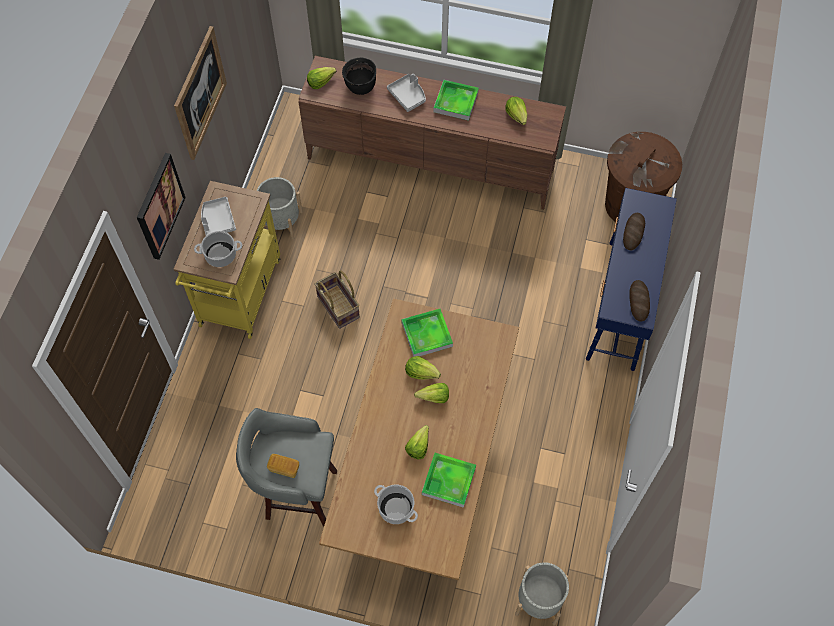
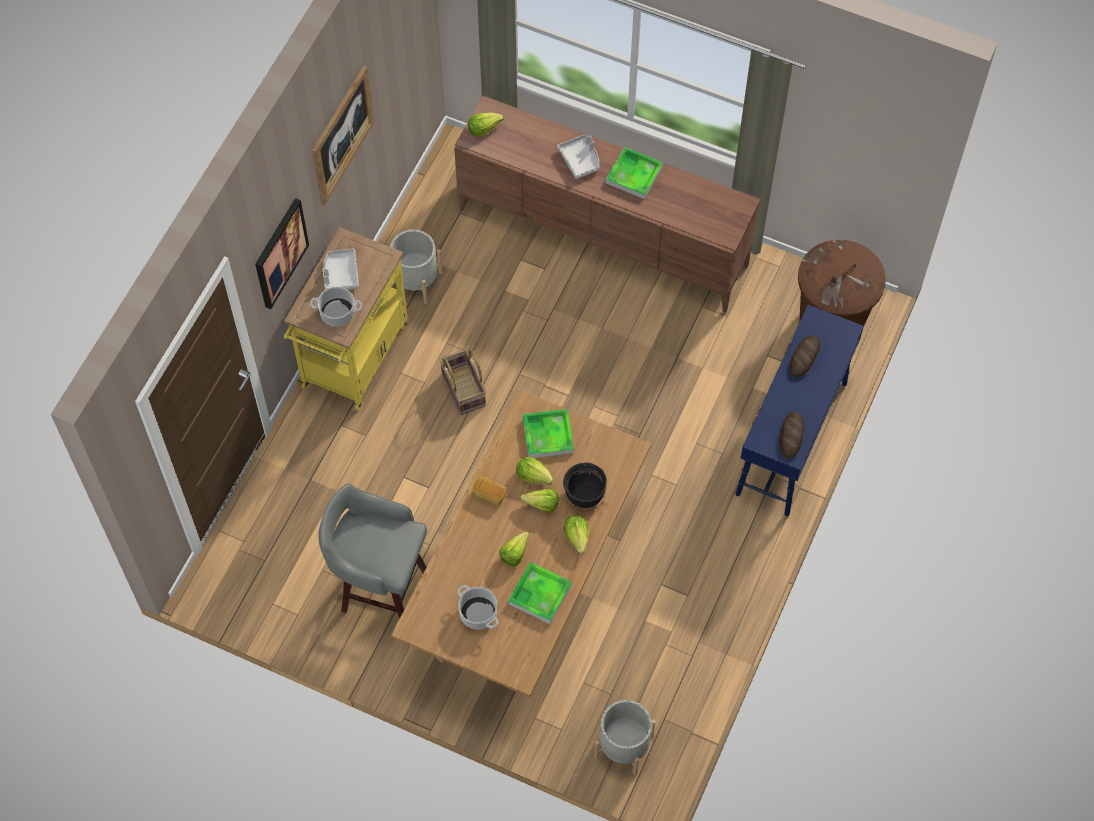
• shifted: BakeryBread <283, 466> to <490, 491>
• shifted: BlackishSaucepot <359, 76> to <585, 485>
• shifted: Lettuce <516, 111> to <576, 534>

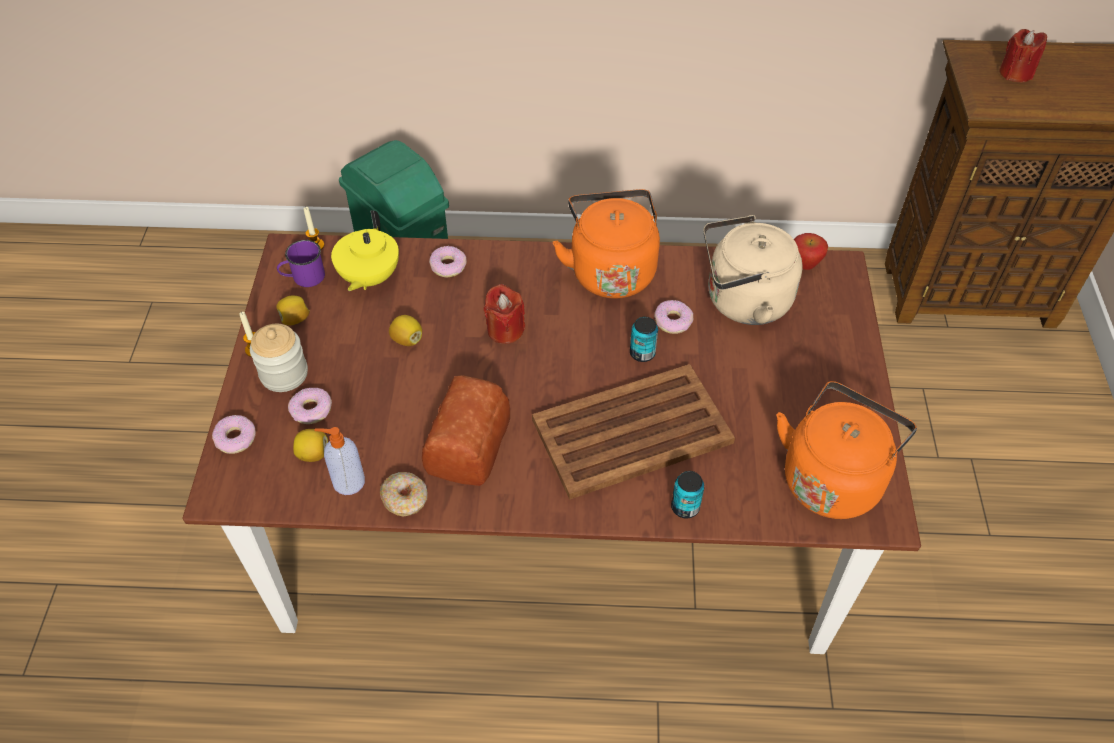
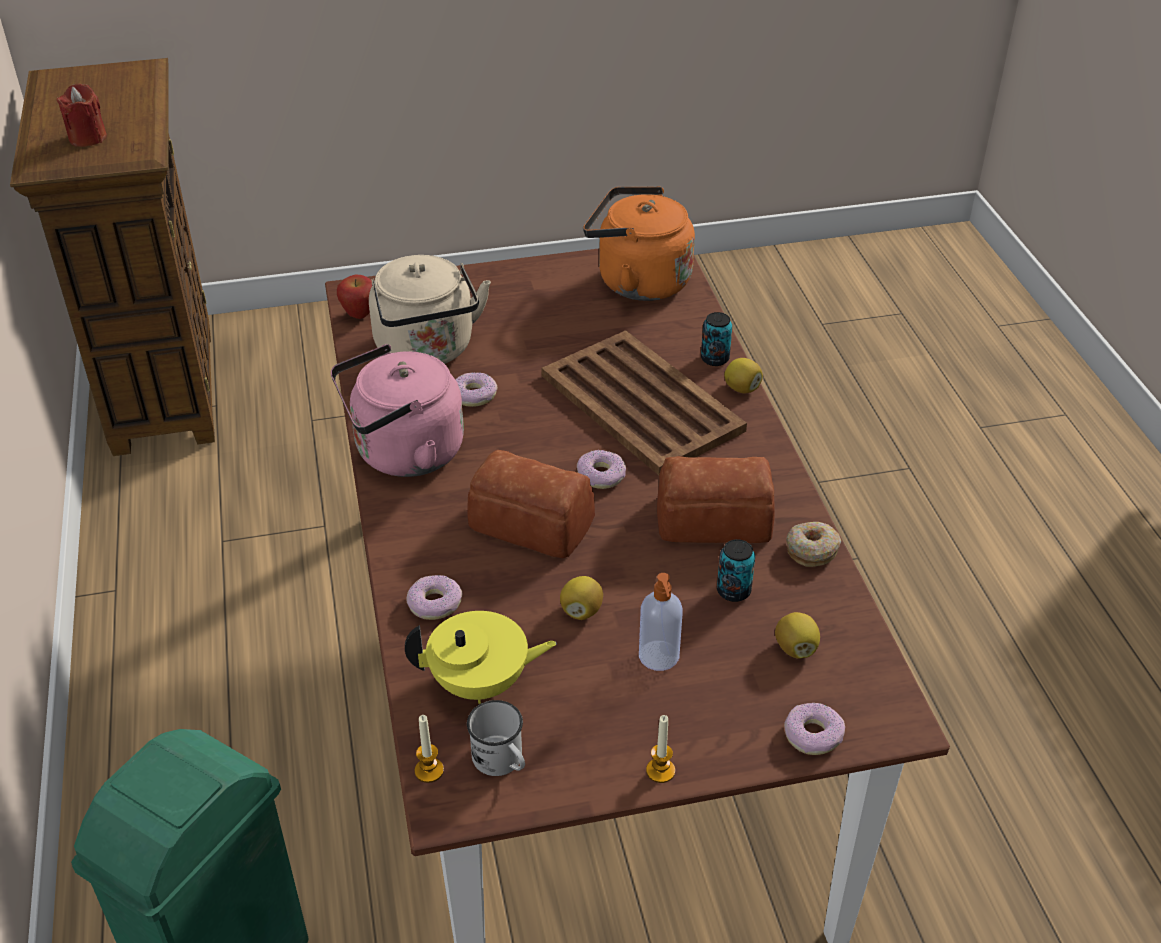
• gone: StorageJar <279, 358>
• shifted: Lemon <293, 310> to <743, 375>
• shifted: Doughnut <310, 406> to <601, 469>
• shifted: LiquidSoapBottle <340, 461> to <660, 622>
• shifted: SealedCan <644, 339> to <736, 570>
• swapped: RedWaxCandle <504, 314> to BakeryBread <531, 504>
• repainted: PurplishCoffeeMug <301, 263> to WhiteColouredCoffeeMug <496, 738>
• repainted: OrangeColouredKettle <606, 244> to PinkishKettle <397, 410>

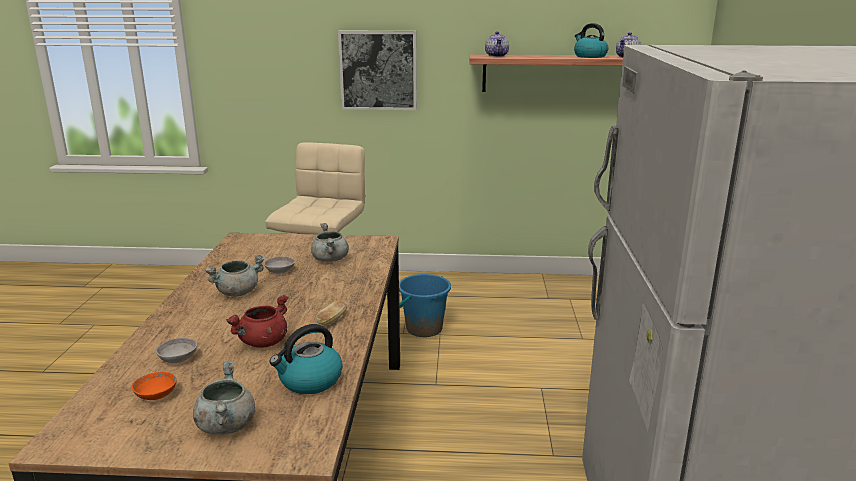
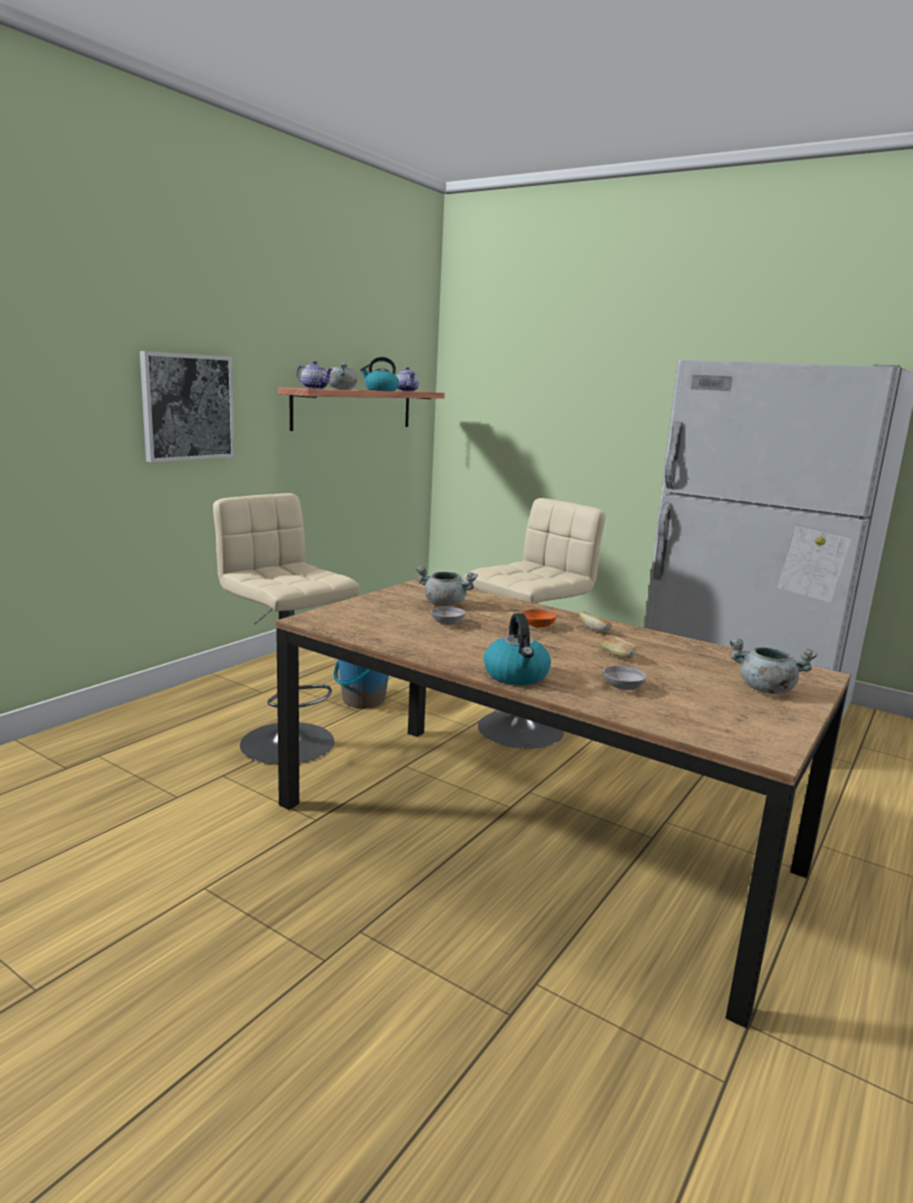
• new: BeigeColouredStoolSeat <535, 623>
• shifted: OrangeColouredServingBowl <153, 386> to <539, 618>
• shifted: GreySaucepot <235, 275> to <343, 376>
• shifted: Kettle <306, 359> to <517, 649>
• swapped: RedSaucepot <257, 321> to BakeryBread <618, 647>

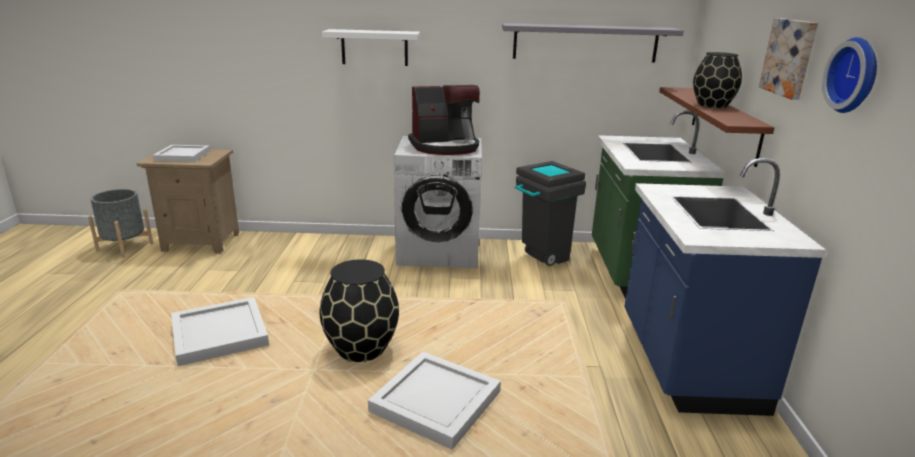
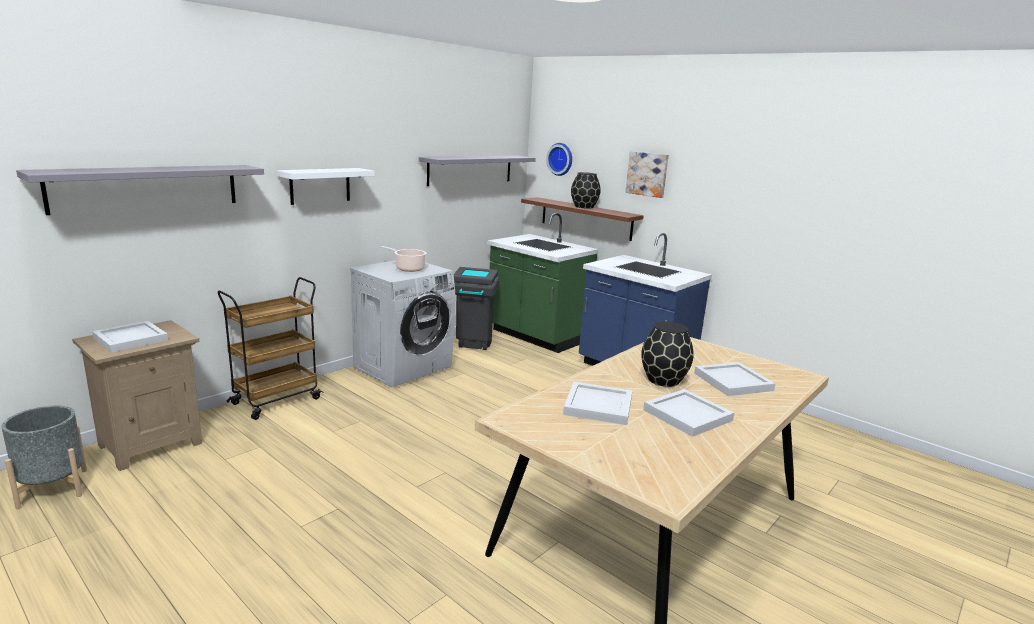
• new: GreyWallShelf <140, 190>
• new: BrownWheeledCart <270, 348>
• new: WhiteColouredServingTray <688, 413>
• shifted: HangingClock <849, 75> to <559, 159>
• swapped: CoffeeBrewer <444, 120> to Saucepot <403, 259>

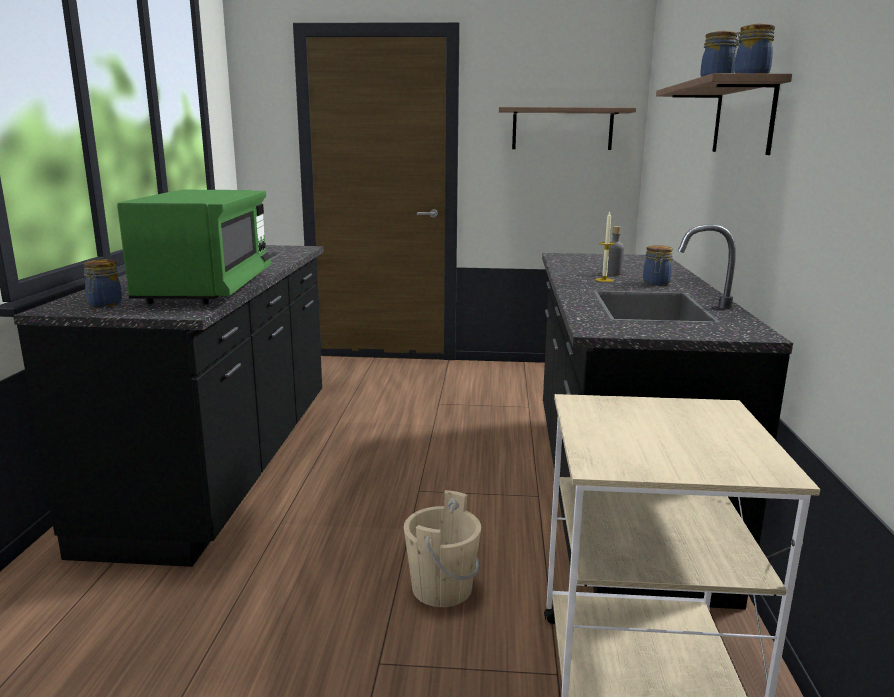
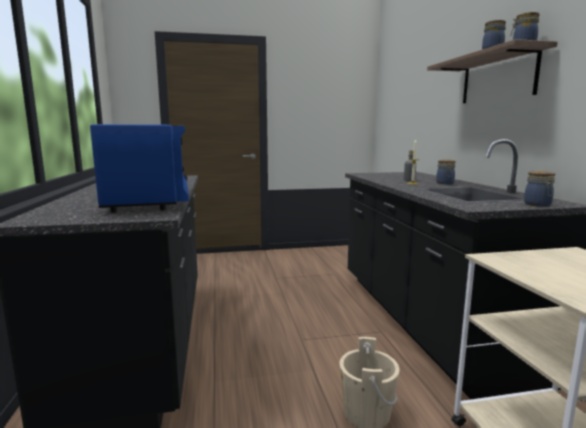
• gone: WallShelf <567, 128>
• shifted: StorageJar <102, 283> to <539, 189>
• repainted: GreenColouredMicrowaveOven <194, 247> to BluishMicrowaveOven <139, 168>

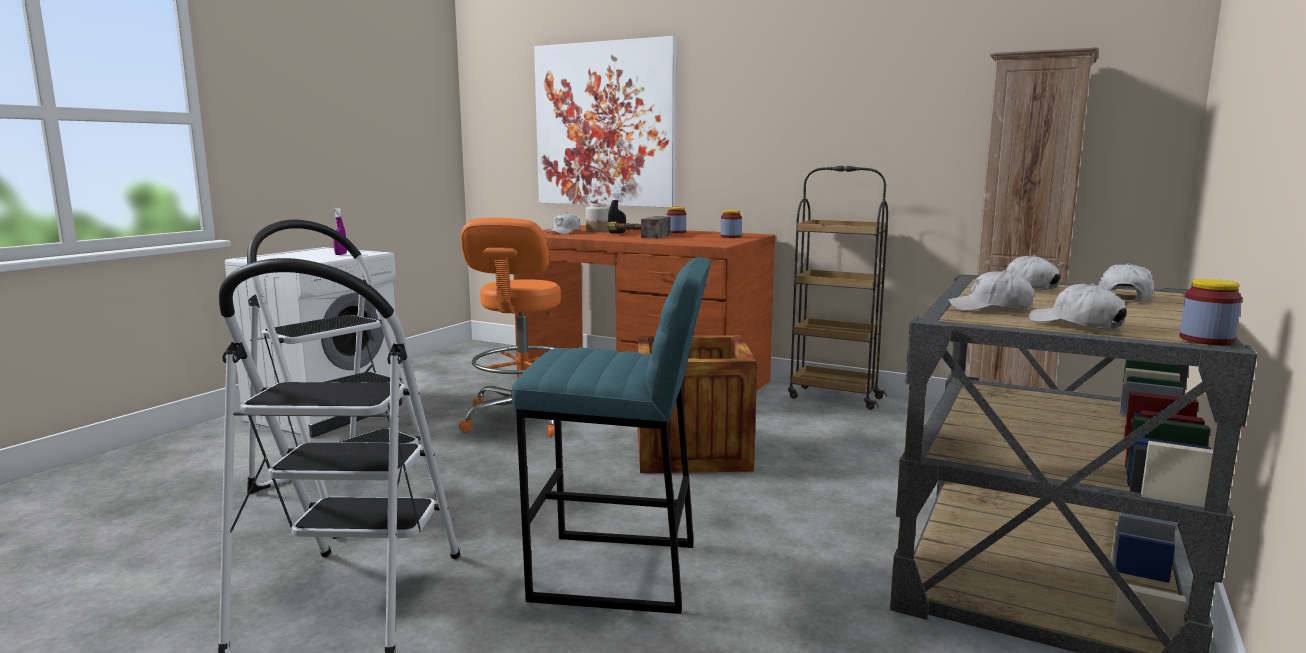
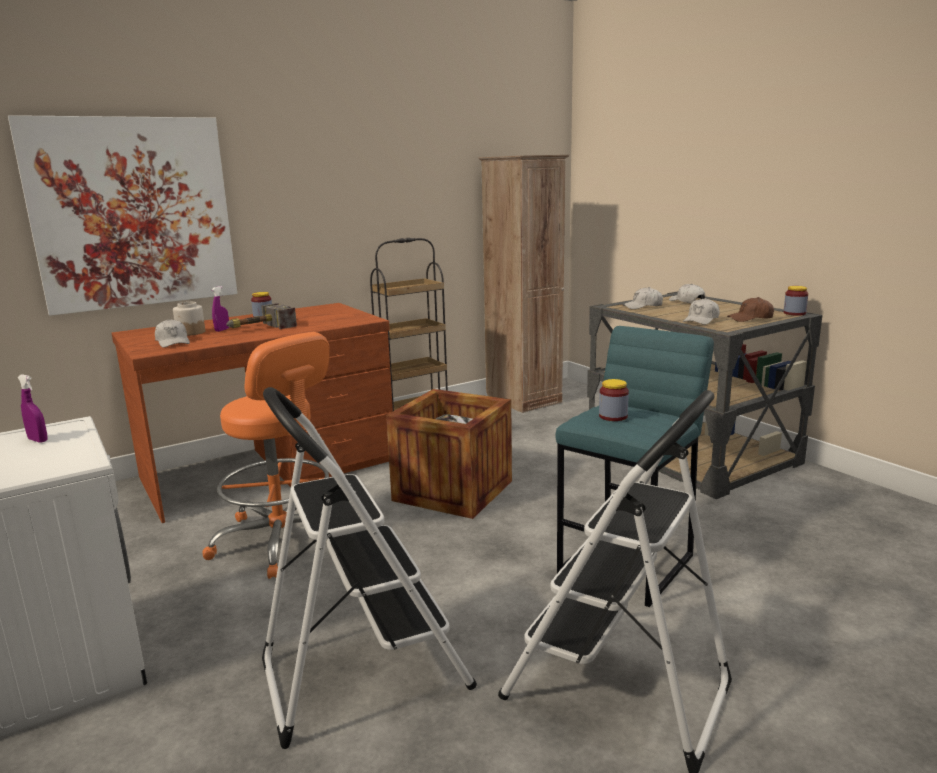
• shifted: StorageJar <731, 224> to <614, 400>
• repainted: BlackishSprayBottle <617, 212> to PurplishSprayBottle <220, 309>
• repainted: WhiteColouredBaseballCap <1078, 306> to BrownBaseballCap <750, 309>

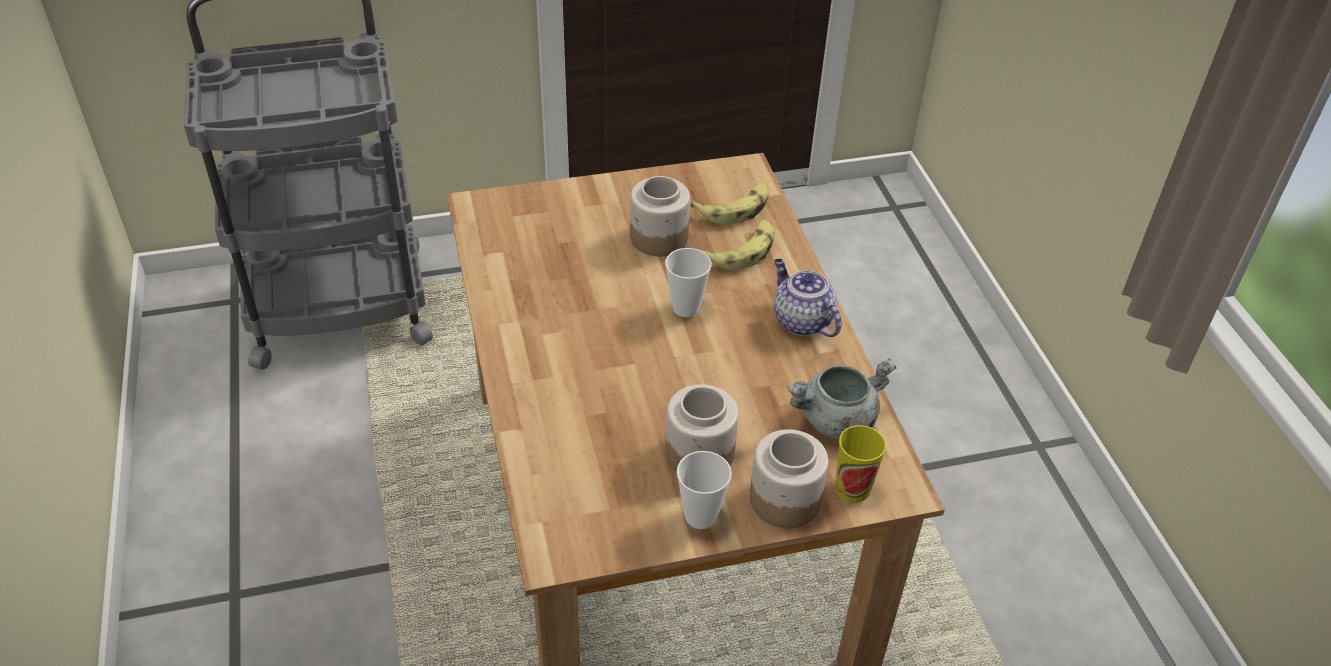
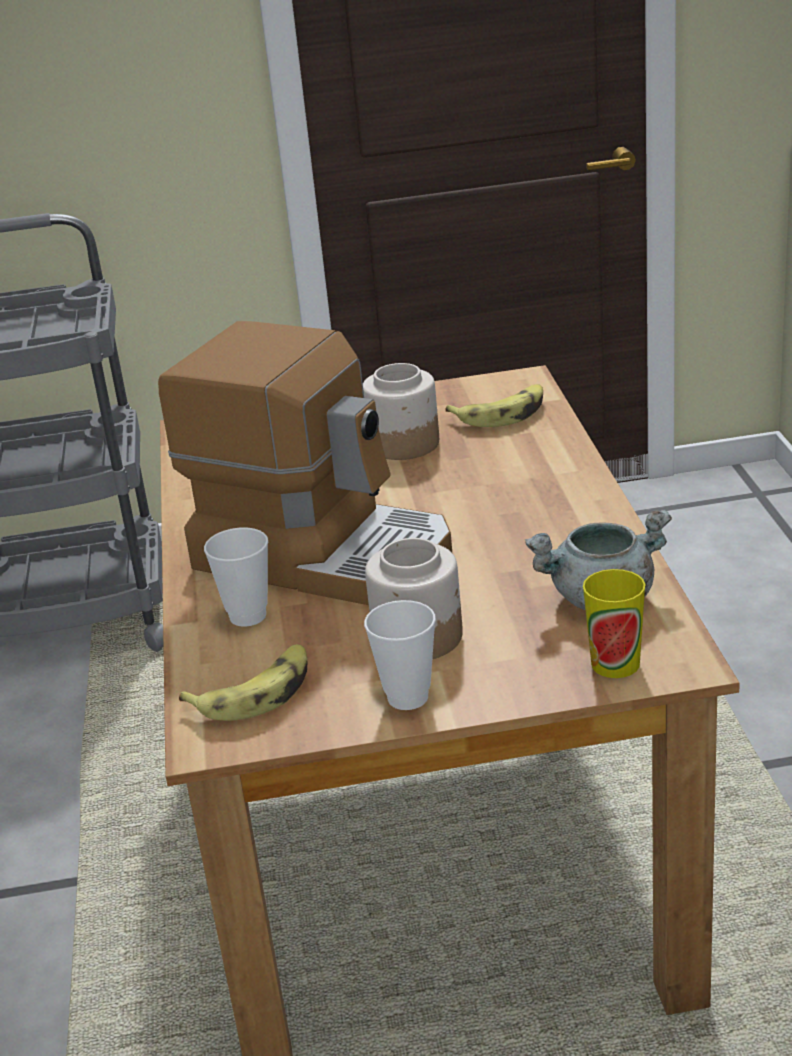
• gone: StorageJar <789, 478>
• gone: TeaPot <808, 298>
• new: CoffeeBrewer <305, 463>
• shifted: Cup <688, 282> to <236, 577>
• shifted: Banana <737, 245> to <243, 682>

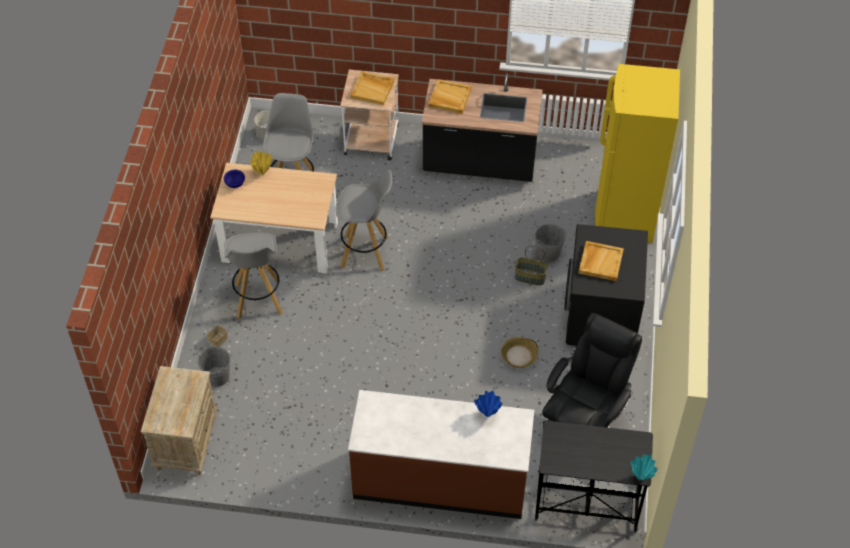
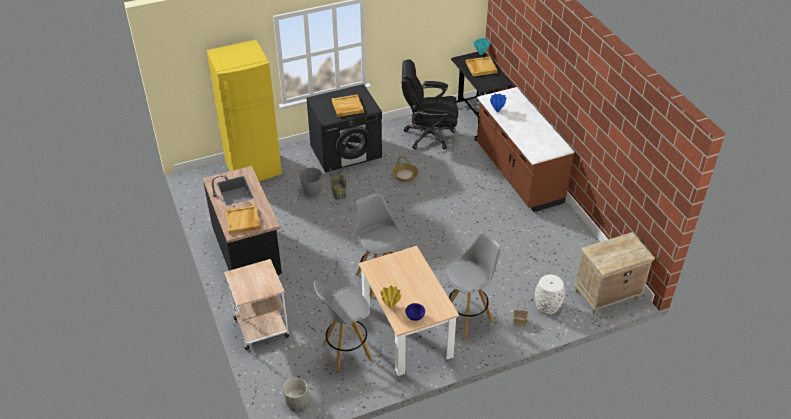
• shifted: BeigeColouredServingTray <372, 88> to <482, 66>
• swapped: GreyBucket <214, 367> to WhiteColouredStoolSeat <550, 294>

